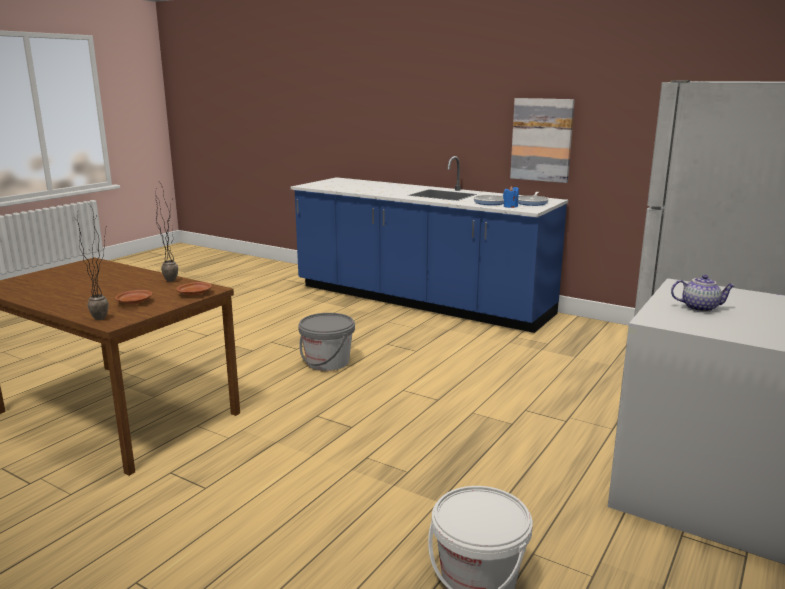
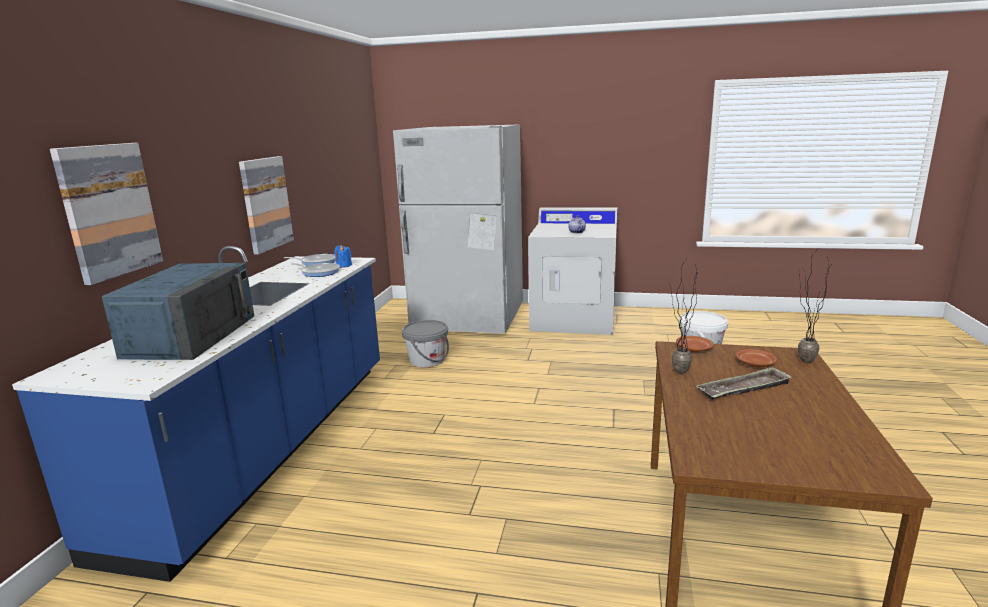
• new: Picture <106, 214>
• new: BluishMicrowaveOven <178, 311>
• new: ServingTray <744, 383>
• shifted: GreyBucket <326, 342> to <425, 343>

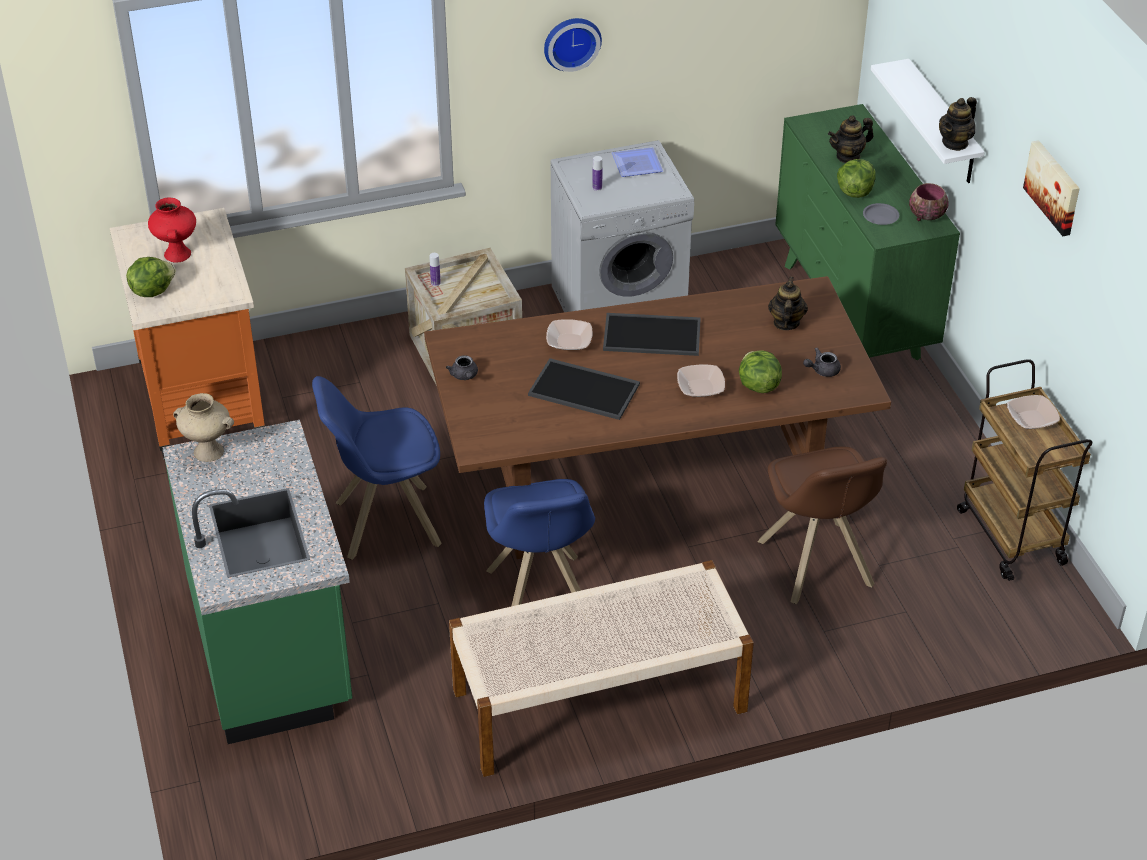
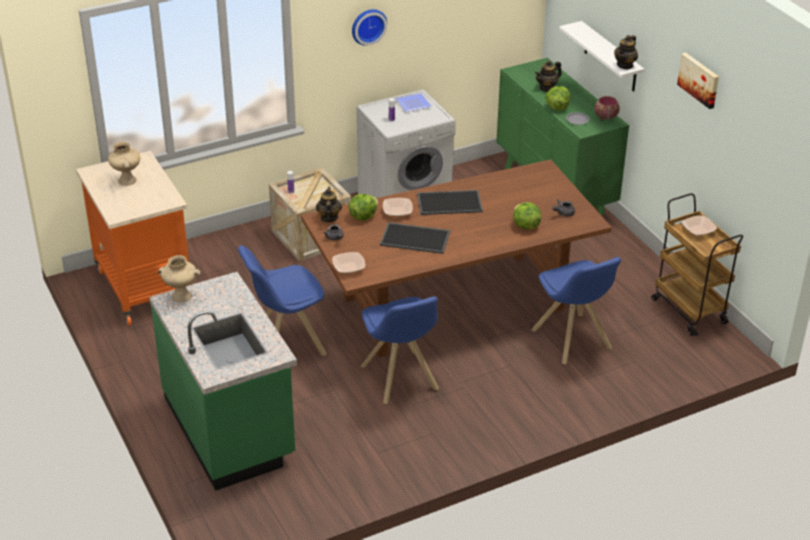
• gone: BeigeColouredLongSeat <601, 668>
• shifted: Lettuce <151, 277> to <363, 207>
• shifted: ServingBowl <701, 380> to <348, 263>
• shifted: TeaPot <788, 303> to <329, 205>
• repainted: RedVase <172, 230> to BeigeColouredVase <124, 164>
• repainted: BrownUprightChair <822, 525> to BluishUprightChair <576, 311>

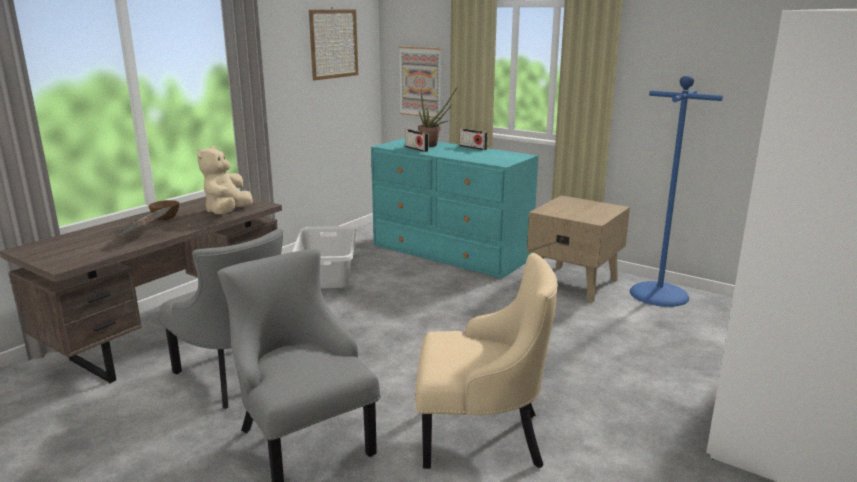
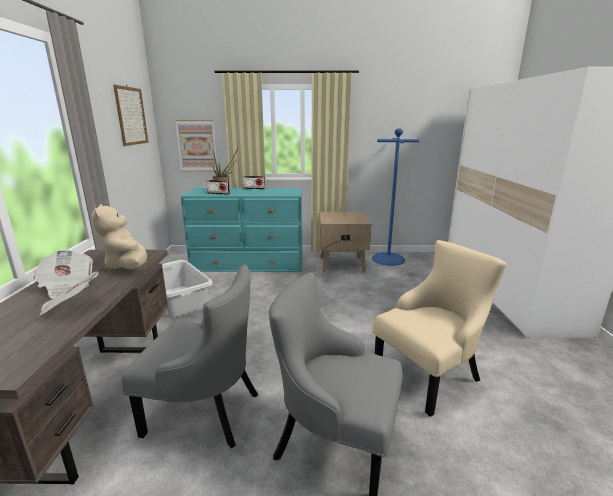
• swapped: BrownServingBowl <164, 210> to DailyPaper <63, 274>

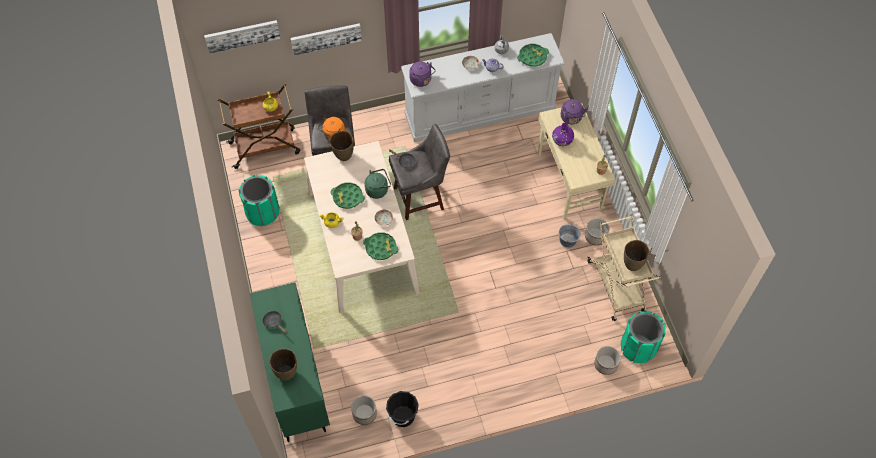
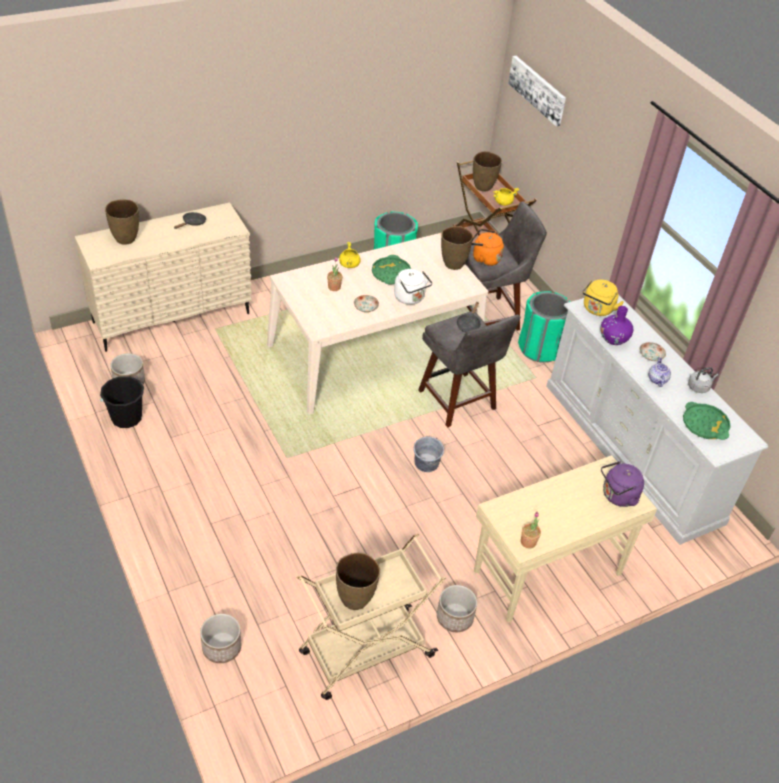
• gone: Picture <326, 39>
• gone: GreenColouredServingTray <380, 246>
• new: BrownVase <487, 171>
• shifted: PurplishVase <563, 134> to <616, 325>
• shifted: GreyBucket <570, 236> to <429, 454>
• shifted: GreenColouredWasteBin <643, 337> to <544, 327>
• repainted: GreenColouredDresser <289, 362> to BeigeColouredDresser <163, 277>
• repainted: GreenColouredKettle <377, 184> to WhiteColouredKettle <413, 287>
• repainted: PurplishKettle <422, 74> to YellowKettle <603, 298>

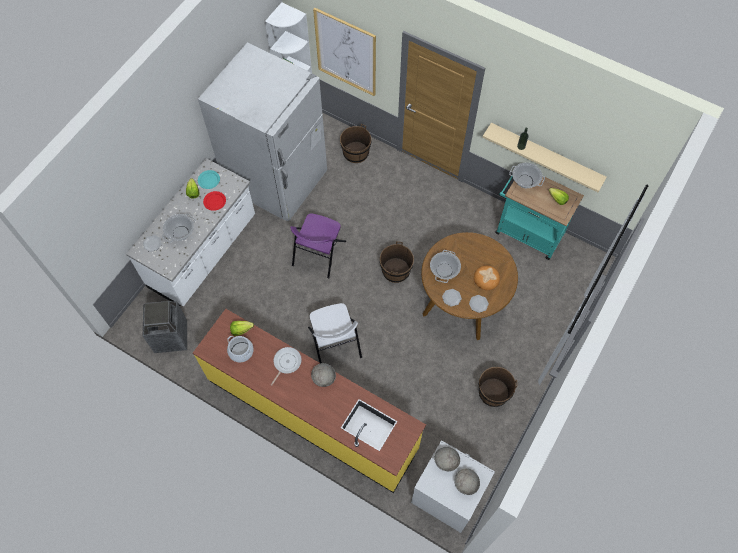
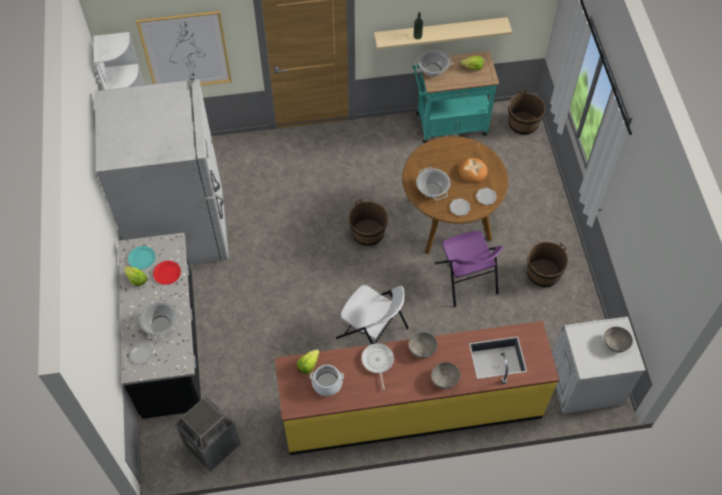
• shifted: PurplishUprightChair <318, 245> to <468, 269>
• shifted: BrownBucket <356, 143> to <526, 112>
• shifted: GreyServingBowl <447, 459> to <445, 375>
• repainted: WhiteColouredCounter <190, 232> to BlackishCounter <159, 325>

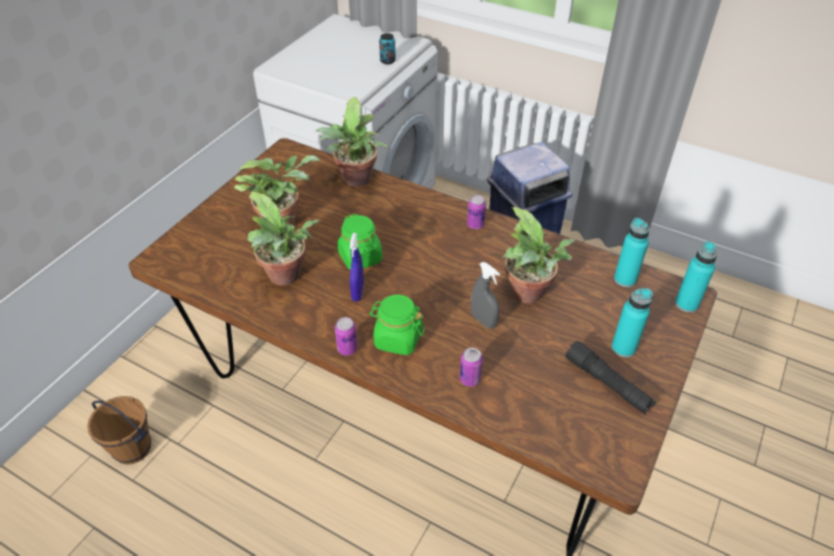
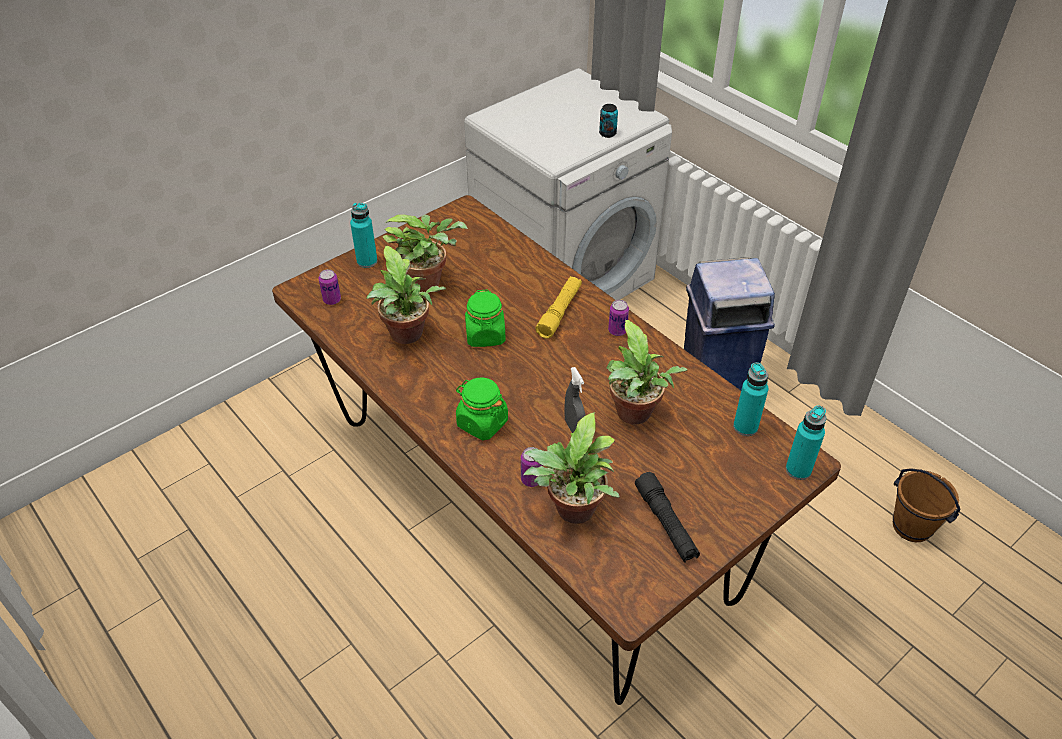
• gone: BluishSprayBottle <357, 267>
• new: YellowTorch <558, 307>
• shifted: BrownBucket <119, 430> to <926, 505>
• shifted: PottedPlant <352, 141> to <571, 468>
• shifted: SealedCan <346, 336> to <330, 287>
• shifted: TurquoiseDrinkBottle <632, 322> to <364, 235>

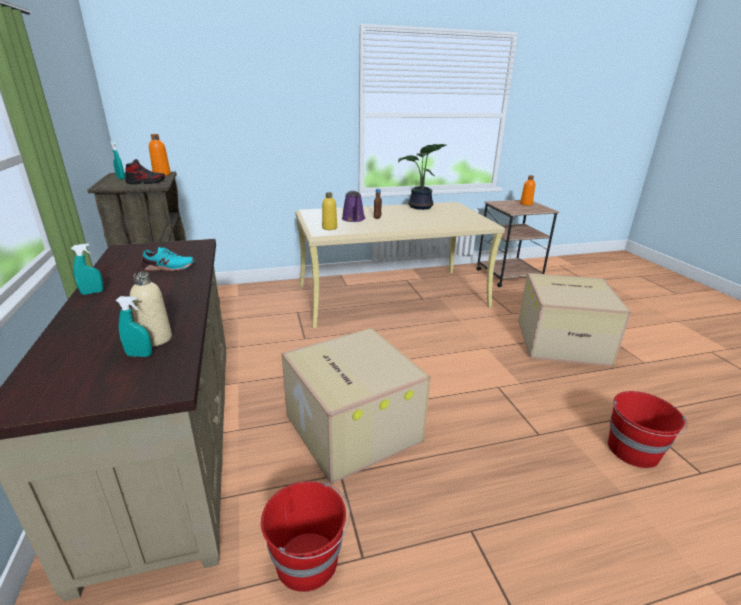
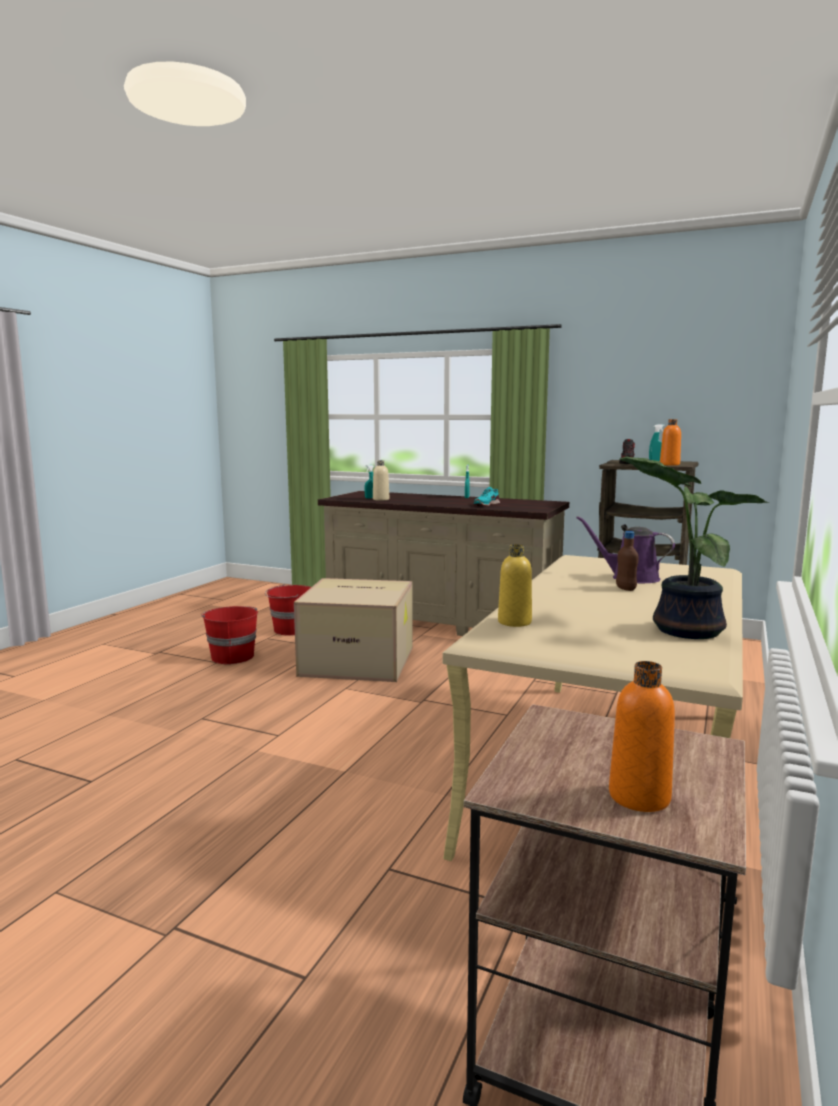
• gone: PackingBox <574, 319>
• shifted: YellowDrinkBottle <329, 211> to <515, 585>
• shifted: RedBucket <647, 429> to <229, 635>

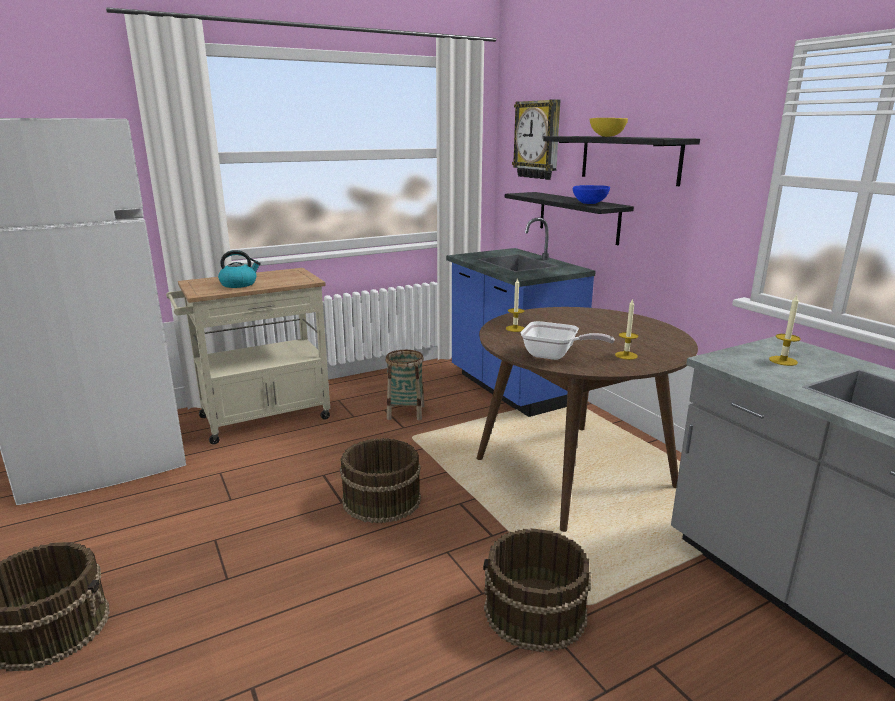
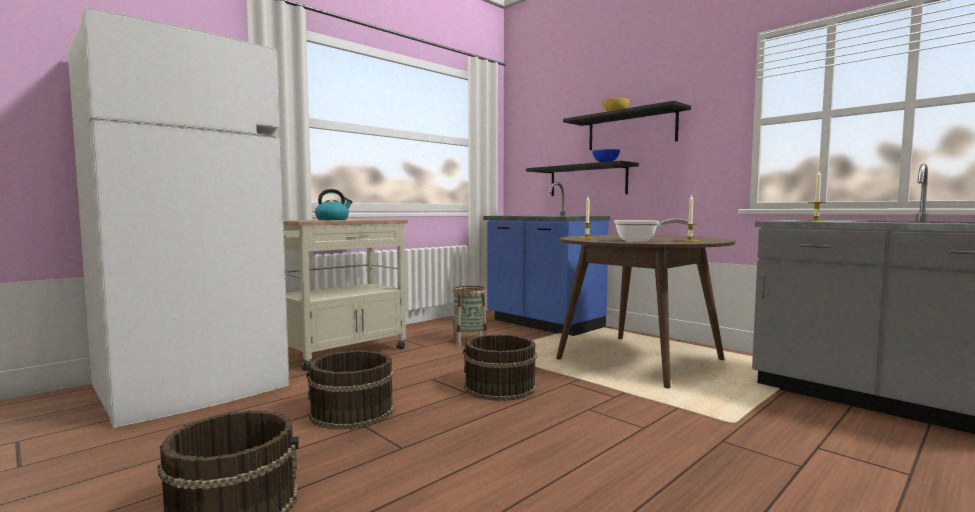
• gone: HangingClock <536, 139>
• shifted: BrownBucket <537, 590> to <350, 390>

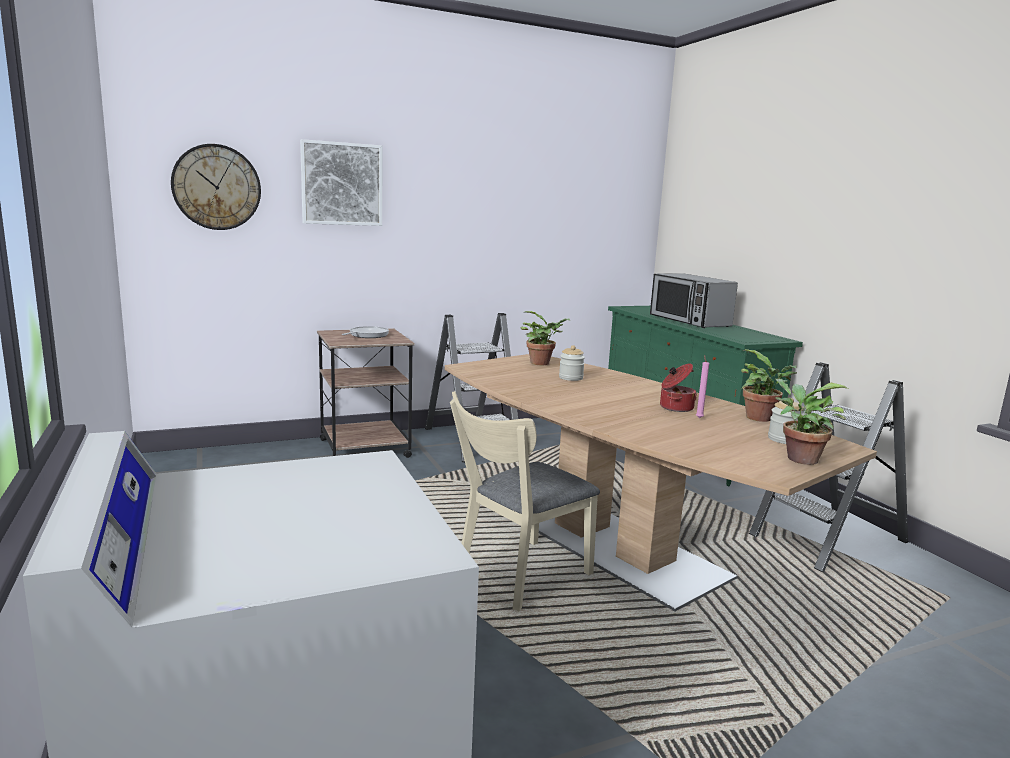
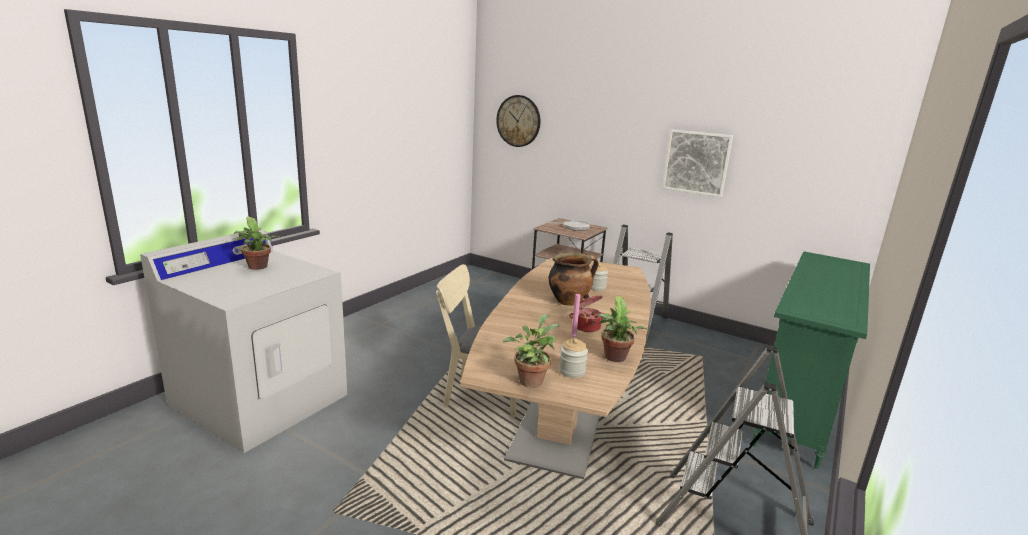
• gone: MicrowaveOven <694, 300>
• new: Saucepot <574, 279>
• shifted: Picture <341, 182> to <697, 163>
• shifted: PottedPlant <545, 338> to <257, 243>

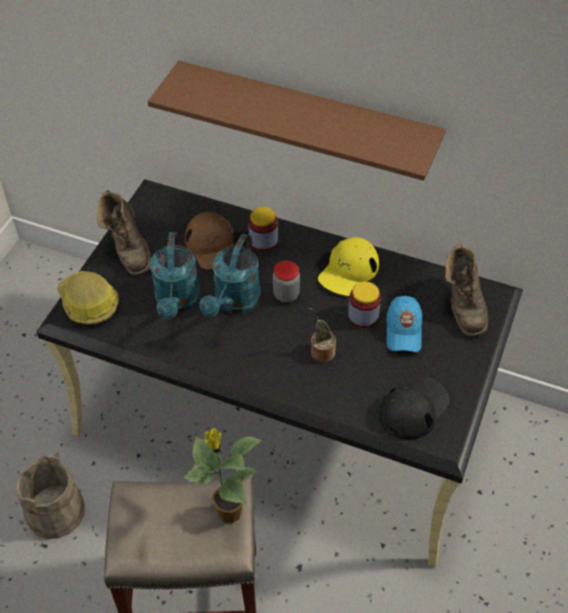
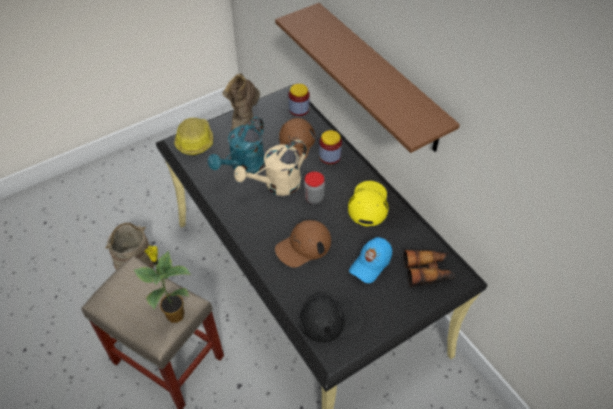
• shifted: StorageJar <364, 305> to <299, 100>
• swapped: PottedPlant <322, 335> to BrownBaseballCap <303, 244>
• swapped: BrownTallBoot <466, 290> to FieldGlasses <429, 268>
• repainted: TurquoiseSprinklingCan <230, 275> to BeigeColouredSprinklingCan <270, 168>
• rotated: YellowBaseballCap <348, 266> = <368, 203> 120 degrees clockwise

